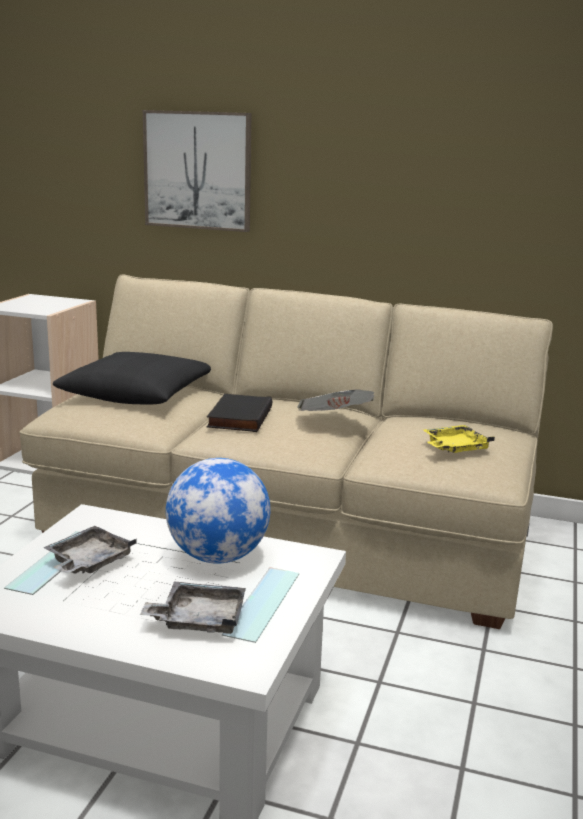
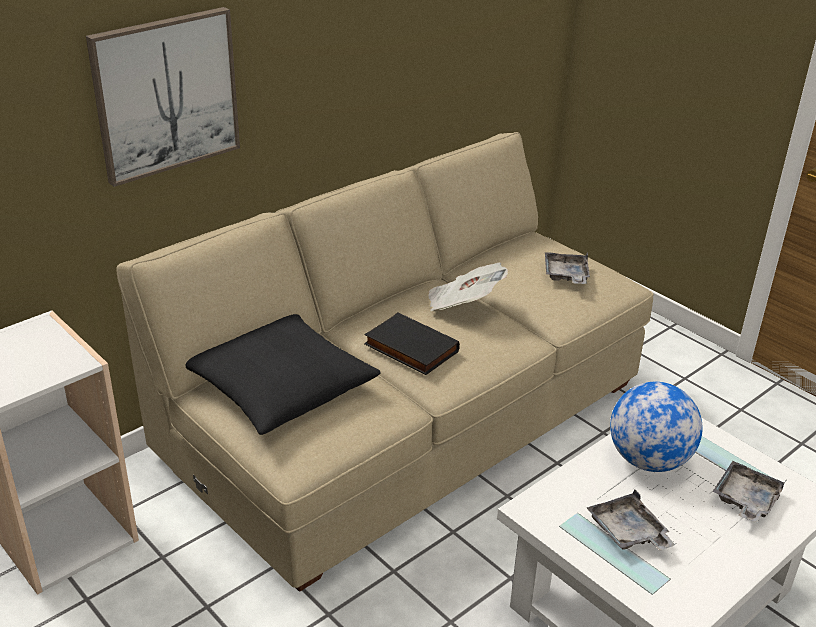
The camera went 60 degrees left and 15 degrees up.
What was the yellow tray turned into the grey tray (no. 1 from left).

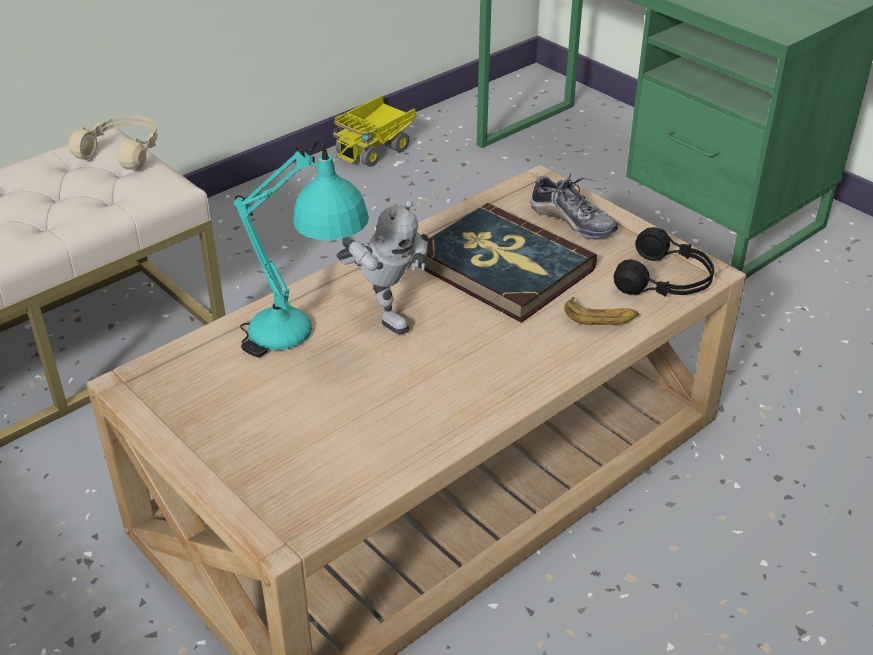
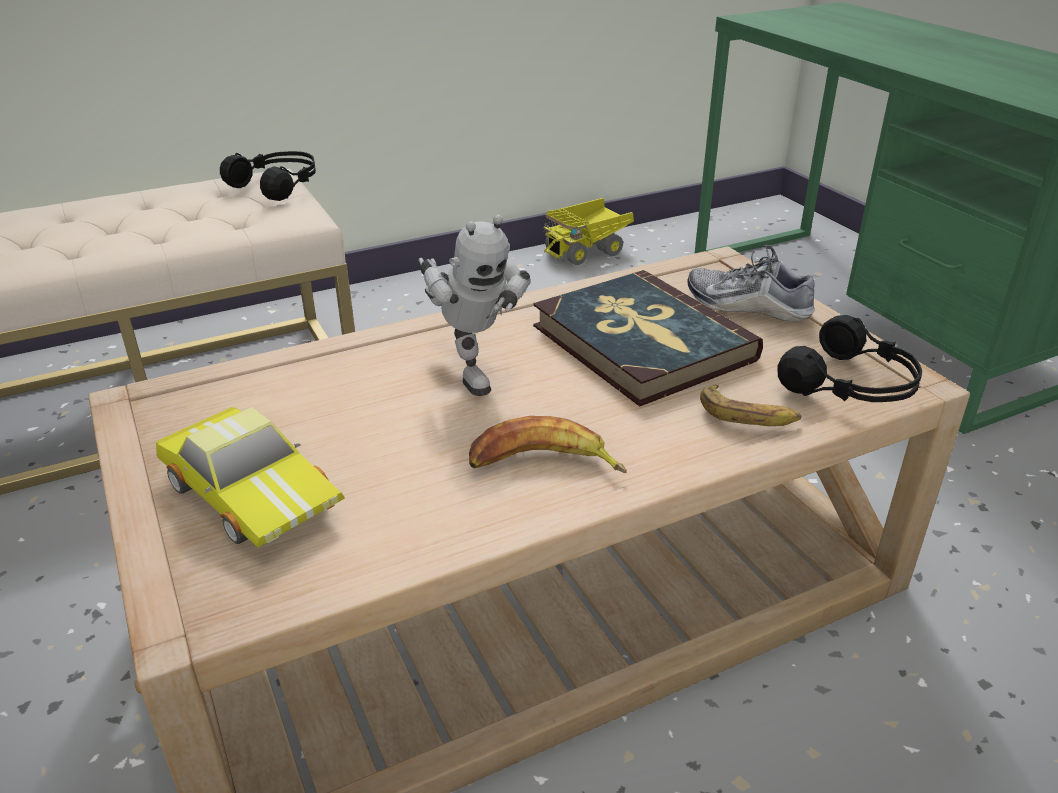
The camera went 15 degrees right and 5 degrees down.
What was the beige headphones turned into the black headphones (no. 1 from left).
The second view lost the turquoise table lamp.
The shoe ended up facing another way, 150 degrees clockwise from before.
The second view gained the toy car.
The second view gained the banana (no. 1 from left).

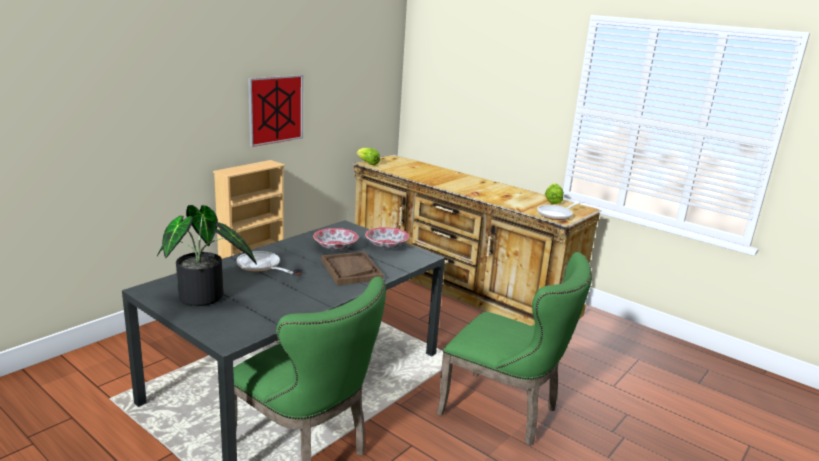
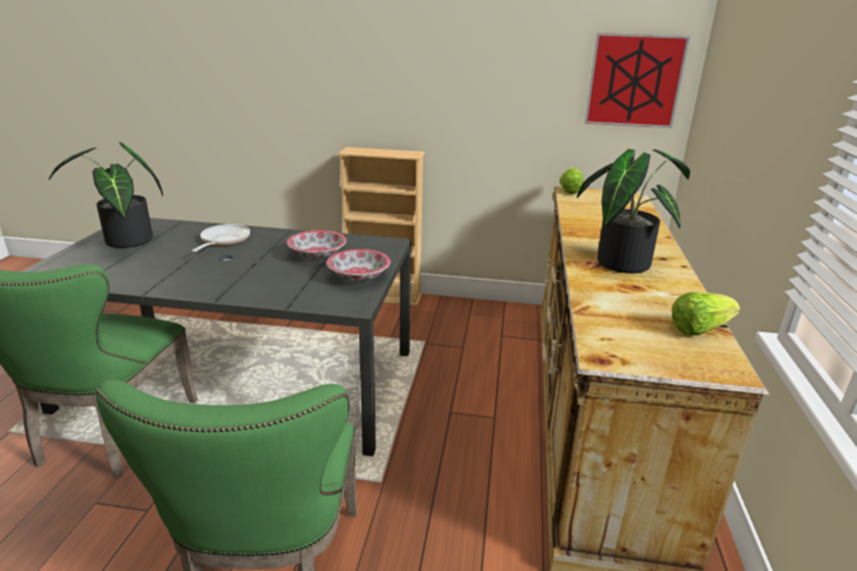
The camera went 60 degrees right and 5 degrees up.
The picture ended up elsewhere.
The second view lost the brown tray.
The second view lost the frying pan (no. 2 from left).
The second view gained the potted plant (no. 2 from left).

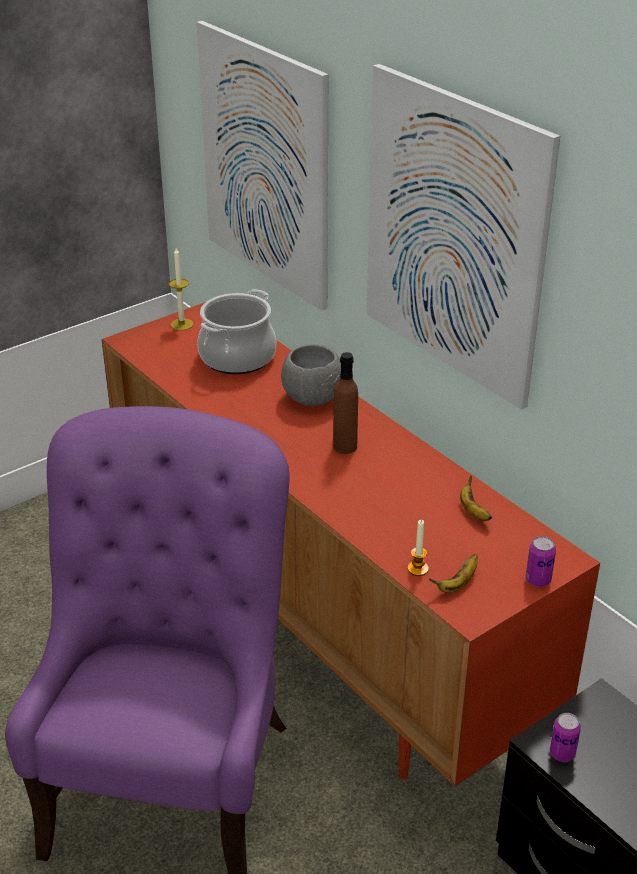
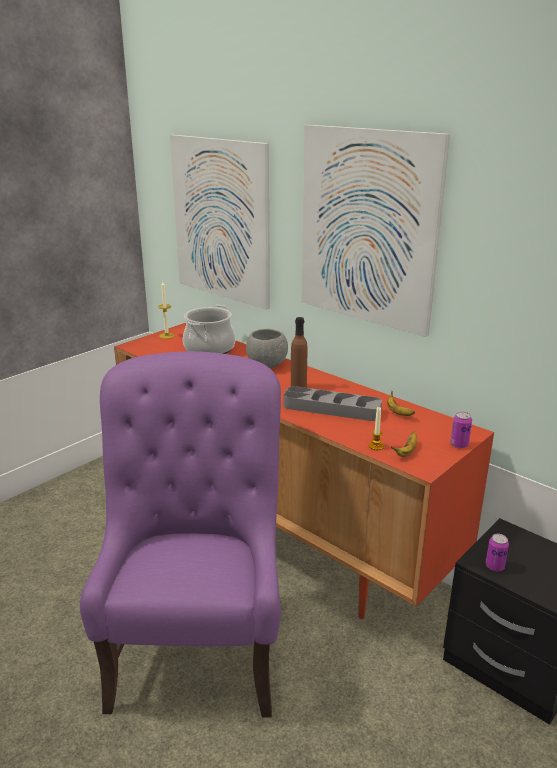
The camera went 10 degrees left and 10 degrees down.
The second view gained the grey tray.

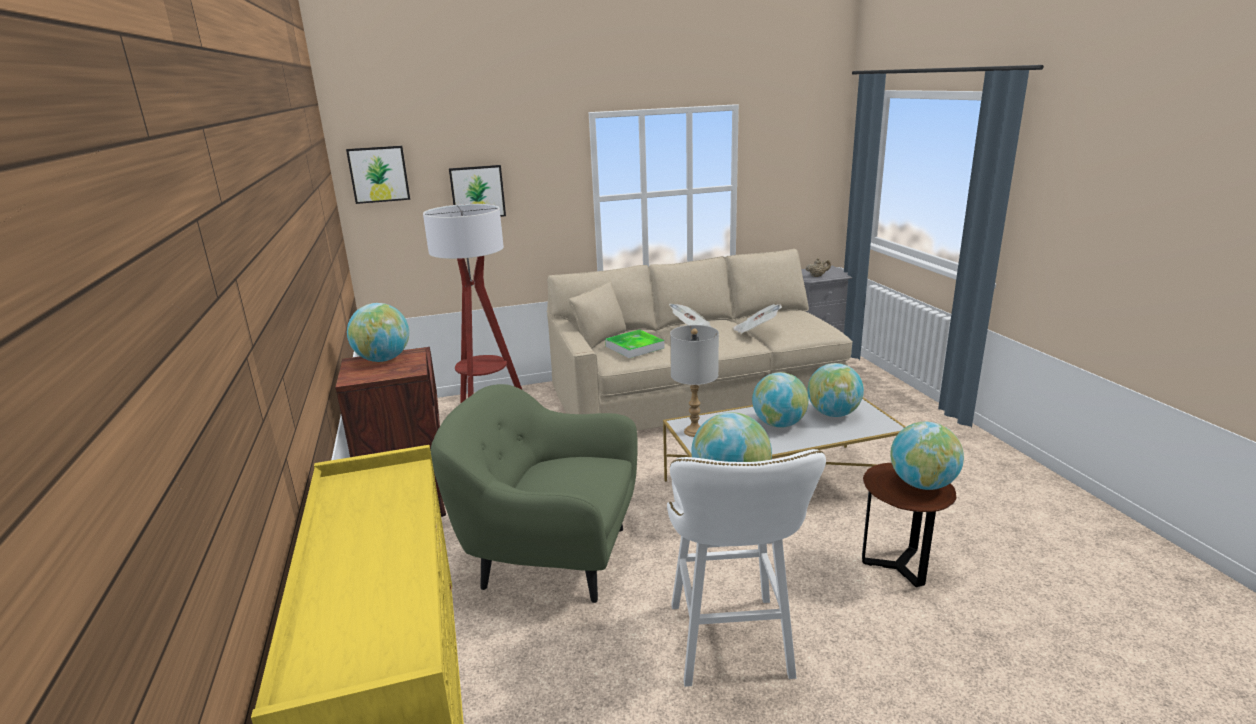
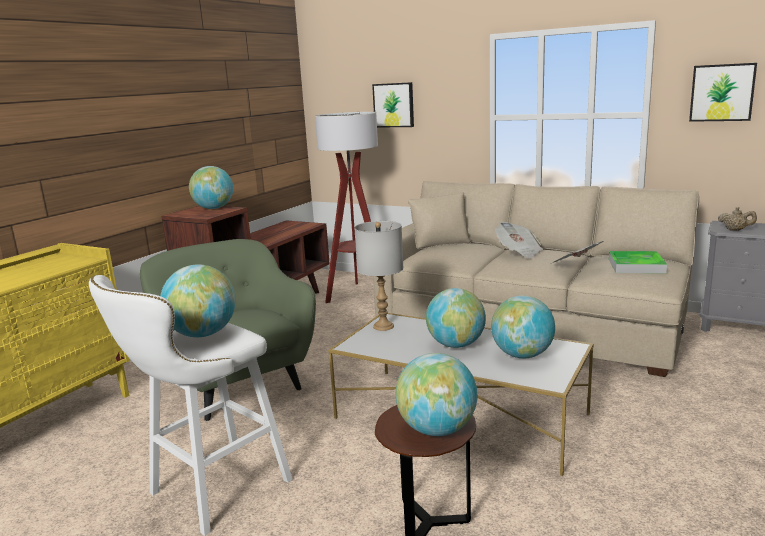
The camera went 45 degrees right and 5 degrees down.
The picture (no. 1 from left in the first image) ended up elsewhere.
The tray ended up elsewhere.

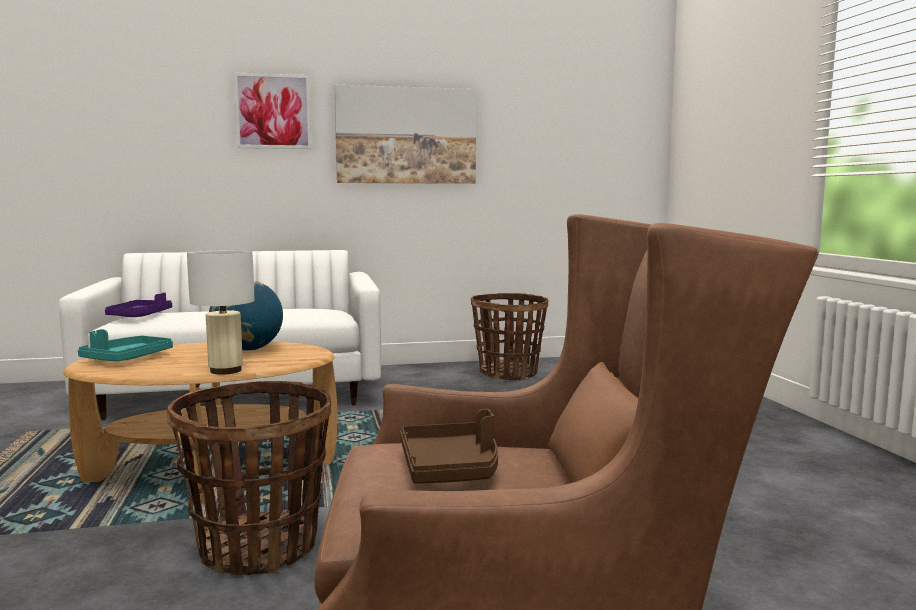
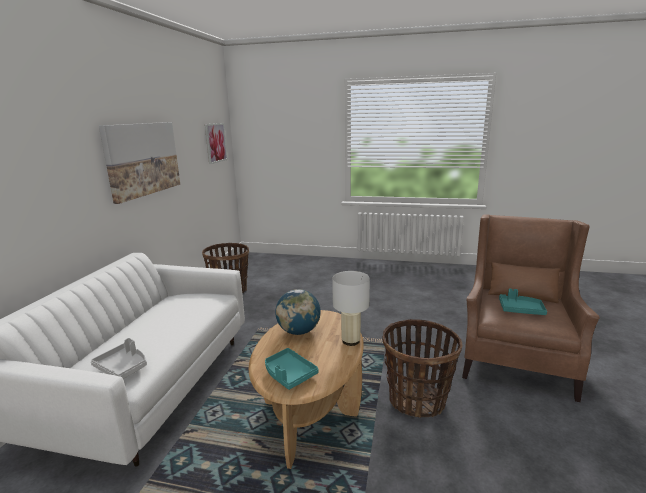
The camera went 65 degrees left and 10 degrees up.
What was the purple tray turned into the grey tray.
The picture (no. 1 from left in the first image) ended up elsewhere.
What was the brown tray turned into the turquoise tray (no. 2 from left).

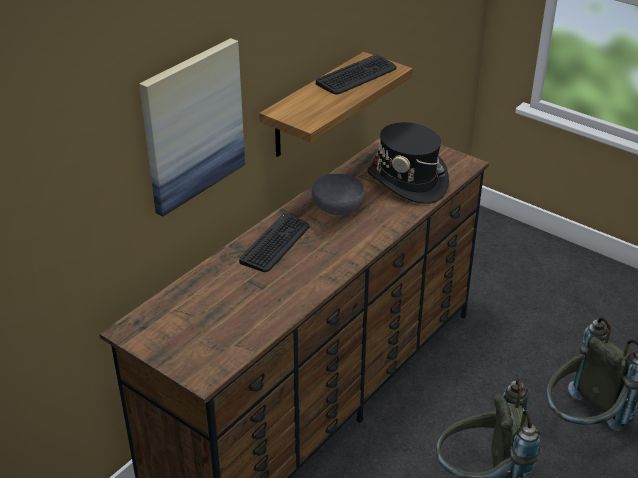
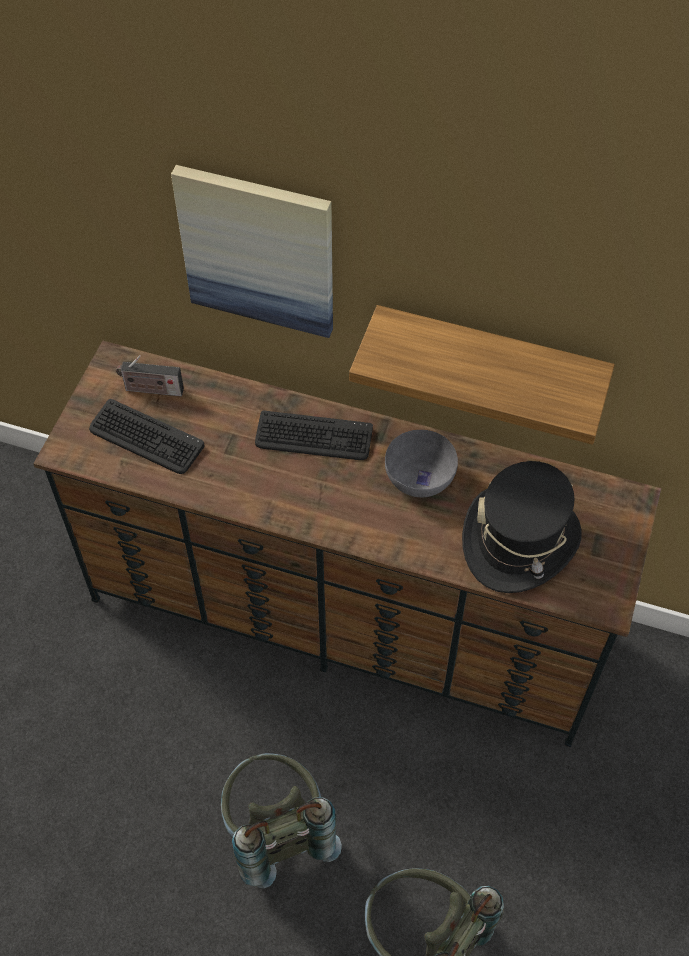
The camera went 70 degrees right and 20 degrees up.
The keyboard (no. 2 from left in the first image) ended up elsewhere.
The second view gained the radio.

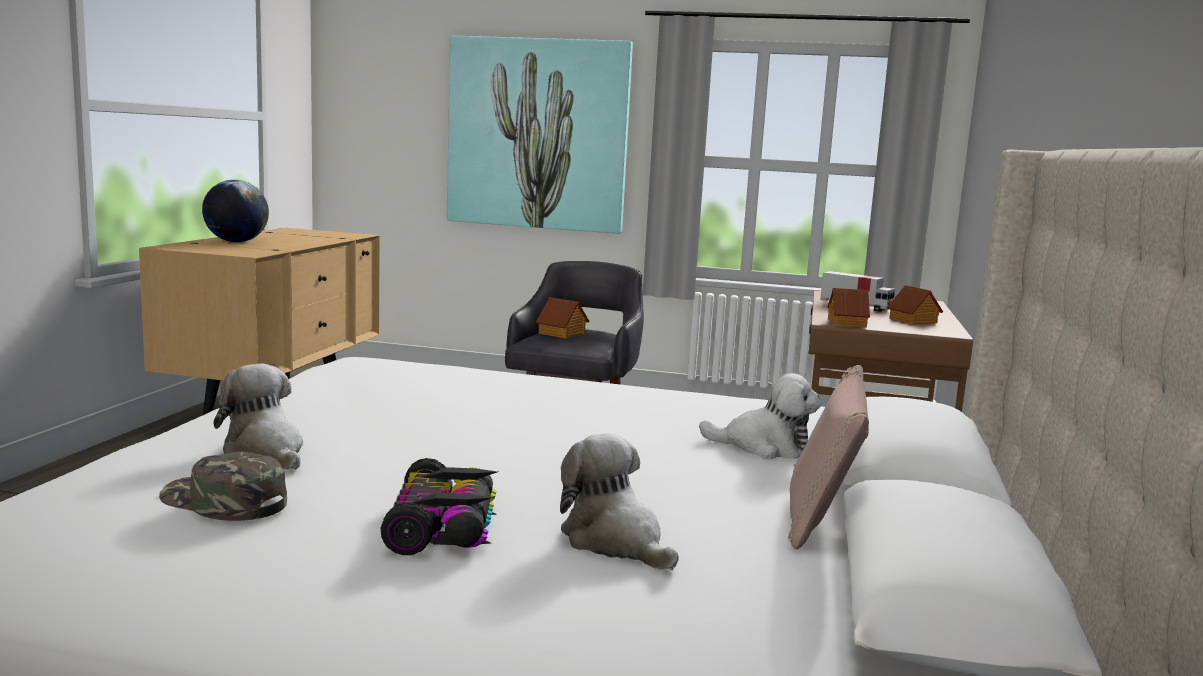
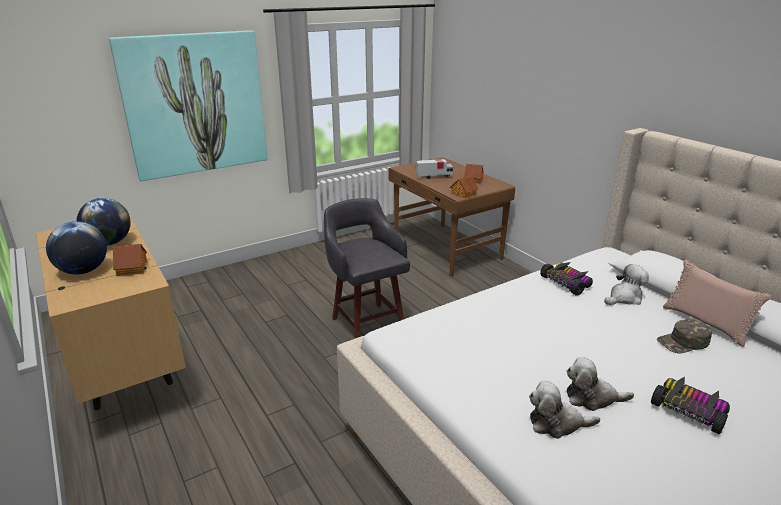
The camera went 45 degrees left and 15 degrees up.
The green cap ended up elsewhere.
The toy house (no. 1 from left) ended up elsewhere.
The plush toy (no. 2 from left) ended up elsewhere.
The second view gained the globe (no. 2 from left).
The second view gained the toy car (no. 1 from left).

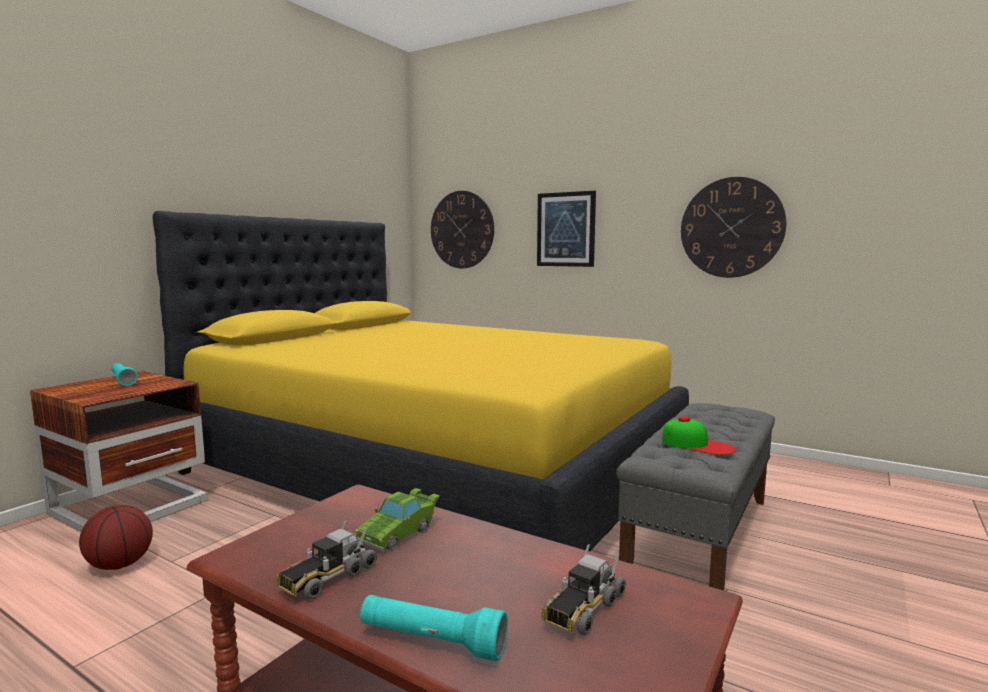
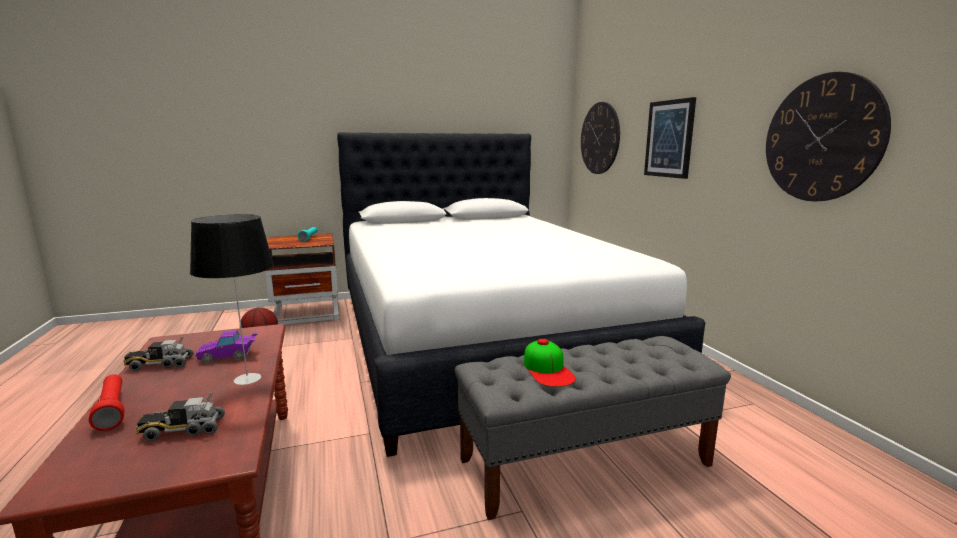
The camera went 40 degrees right and 5 degrees up.
What was the yellow bed turned into the white bed.
What was the green toy car turned into the purple toy car.
What was the turquoise flashlight (no. 2 from left) turned into the red flashlight.
The second view gained the table lamp.

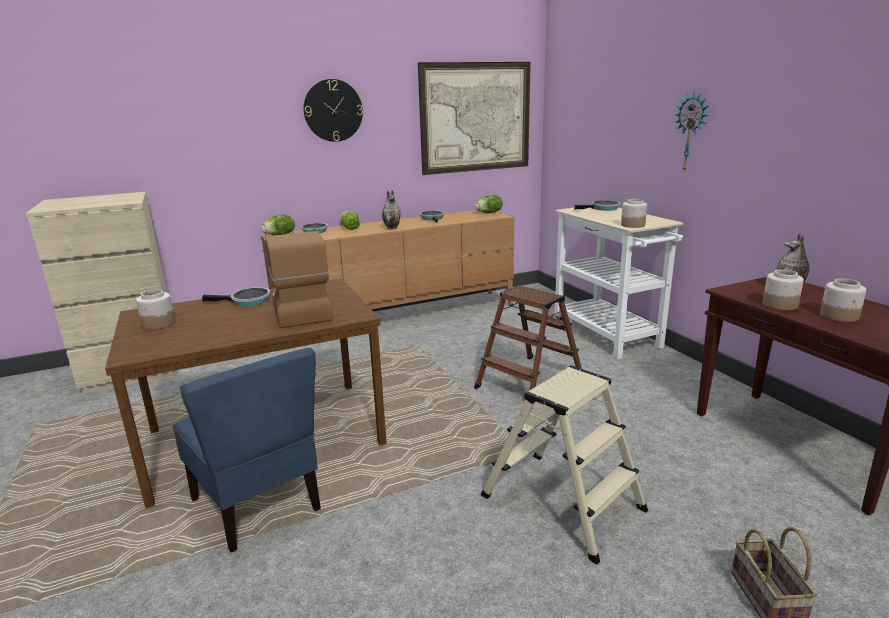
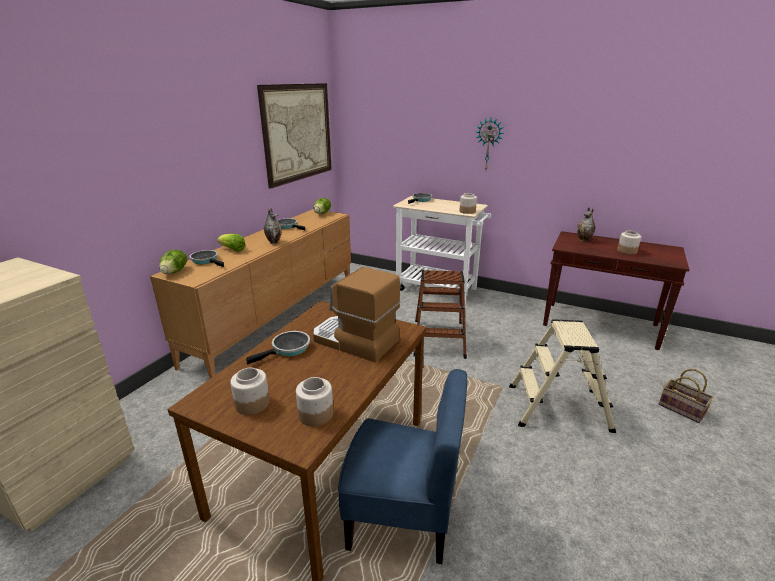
The camera went 40 degrees left and 5 degrees up.
The second view lost the wall clock (no. 1 from left).
The jar (no. 3 from left in the first image) ended up elsewhere.

